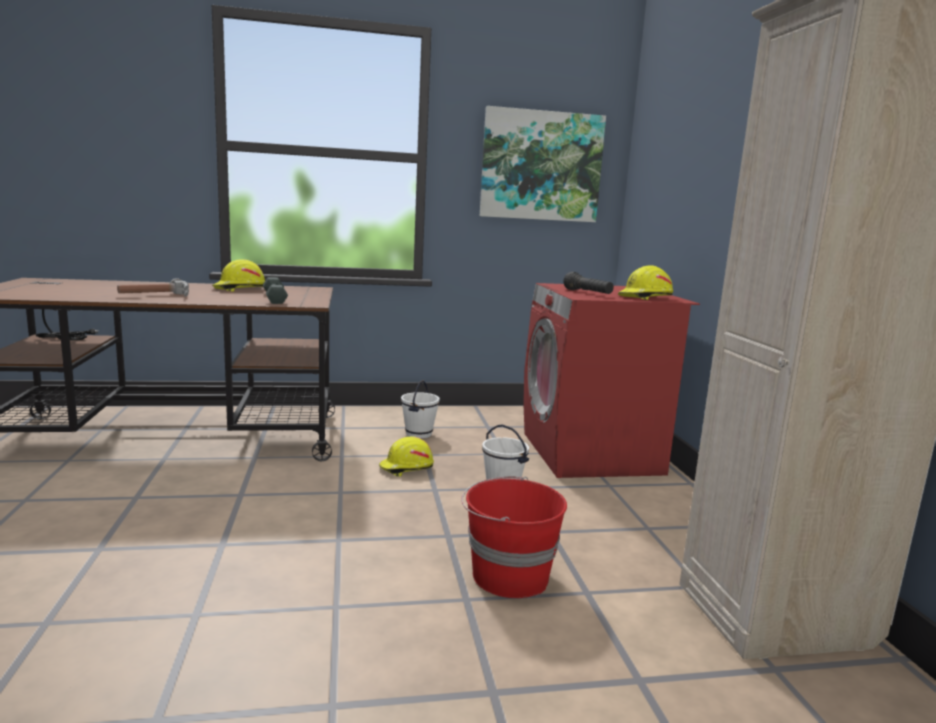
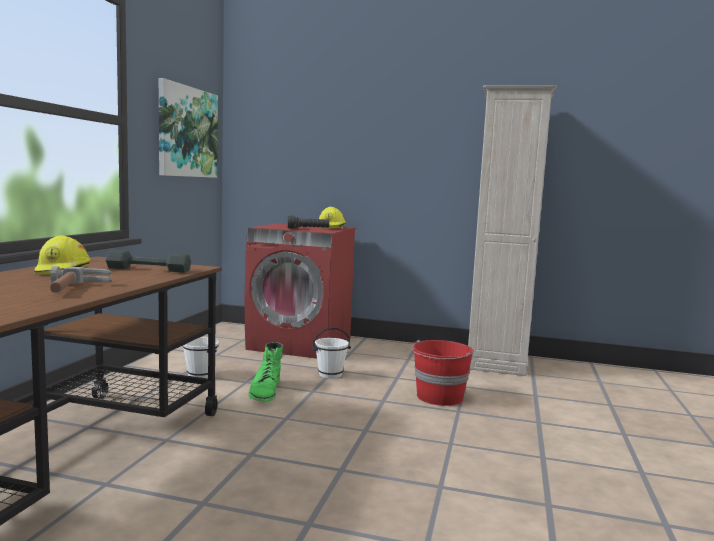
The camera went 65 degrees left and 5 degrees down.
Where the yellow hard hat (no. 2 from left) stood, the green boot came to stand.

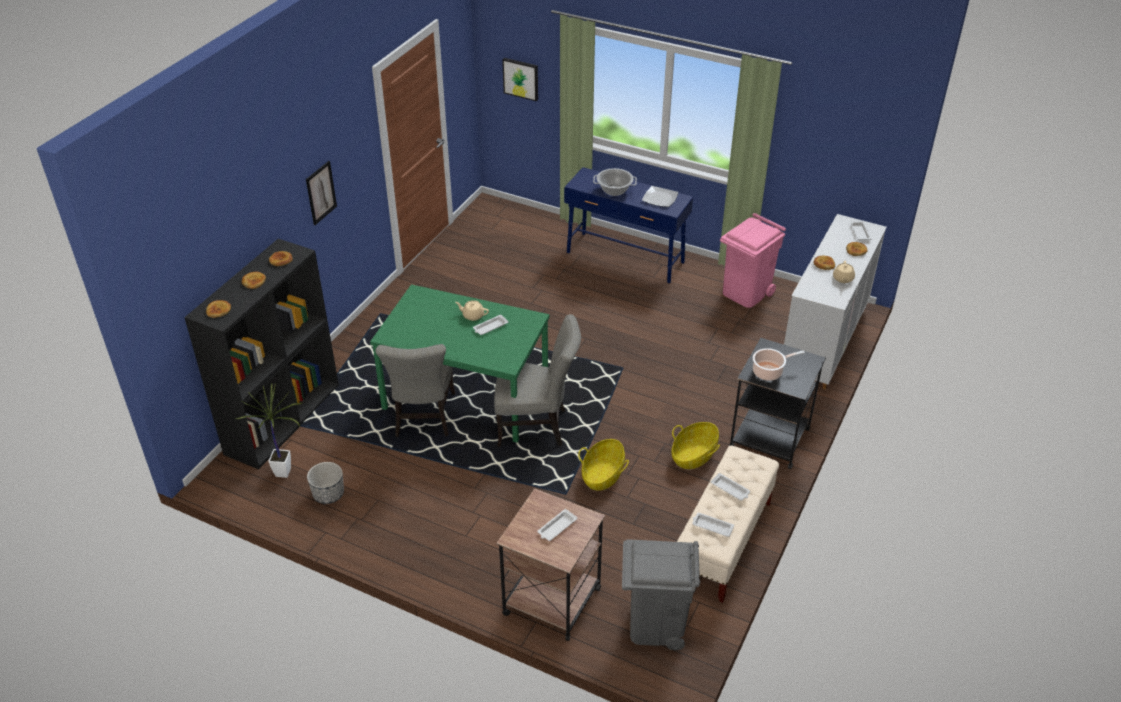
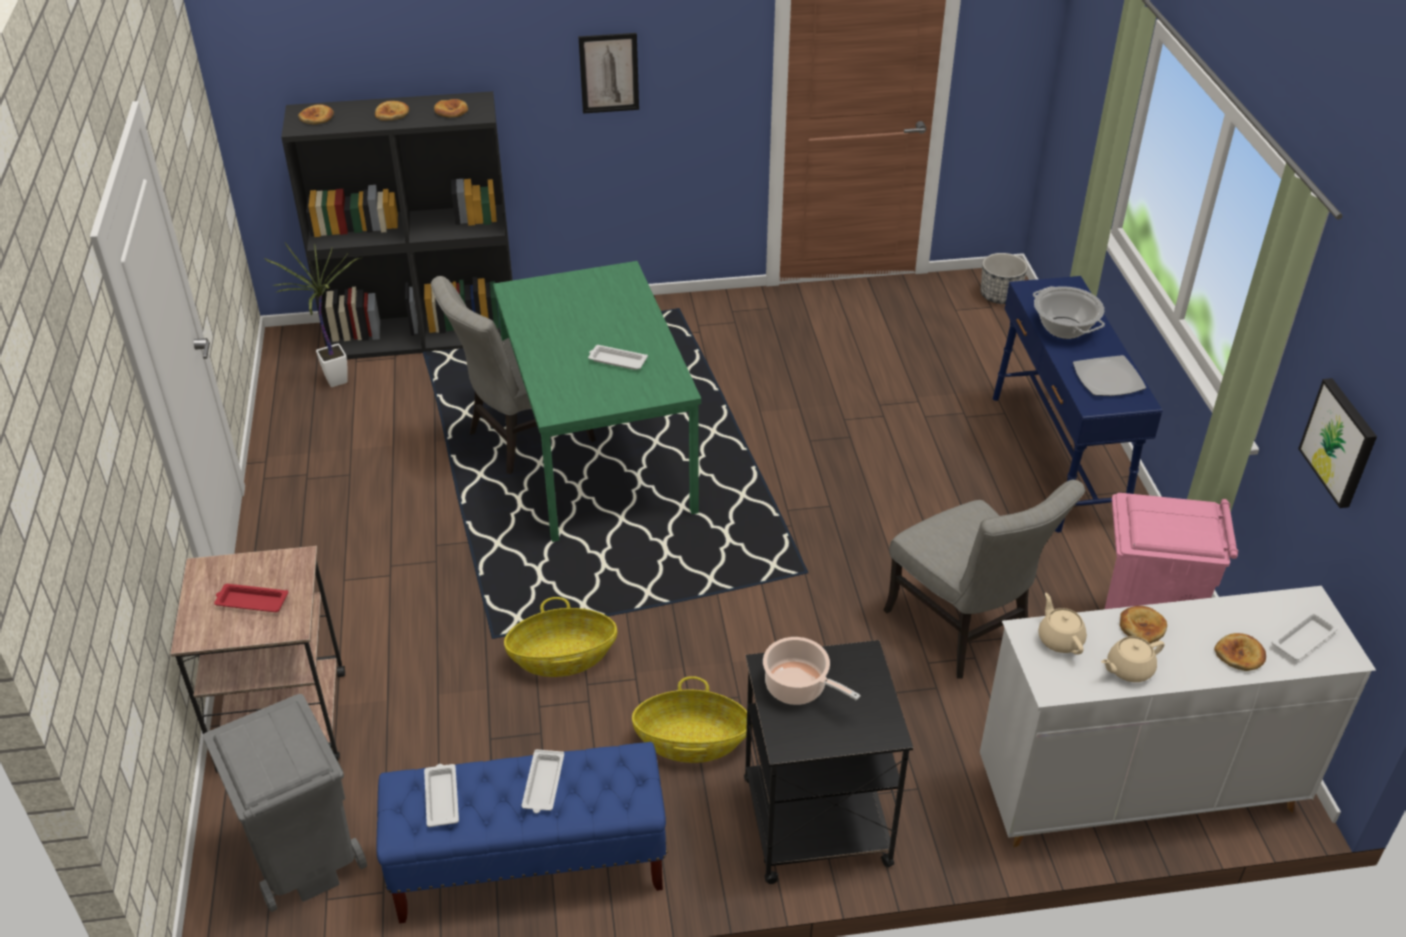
The camera went 55 degrees right and 0 degrees up.
The planter ended up elsewhere.
The beige teapot (no. 1 from left) ended up elsewhere.
The grey chair (no. 2 from left) ended up elsewhere.
The picture (no. 2 from left) ended up elsewhere.
What was the white tray (no. 2 from left) turned into the red tray.
What was the beige bench turned into the blue bench.

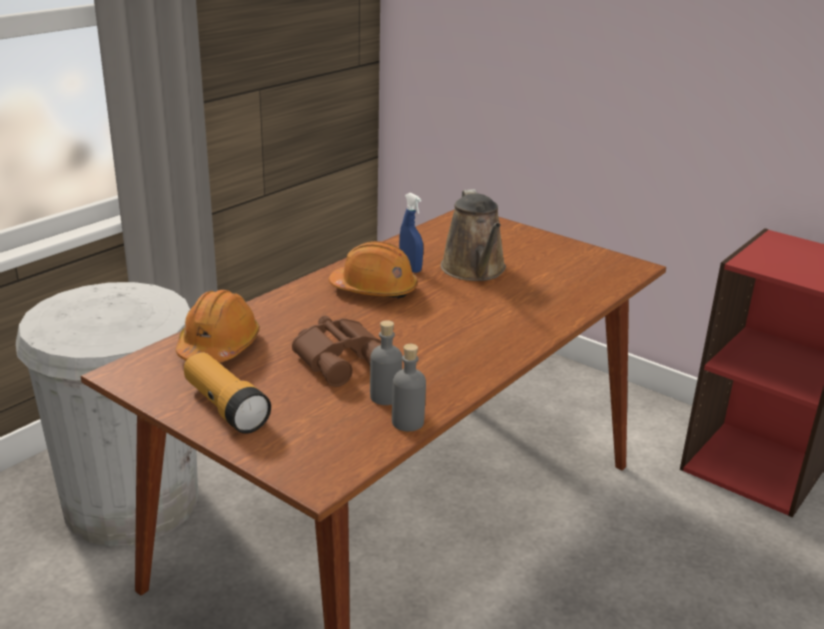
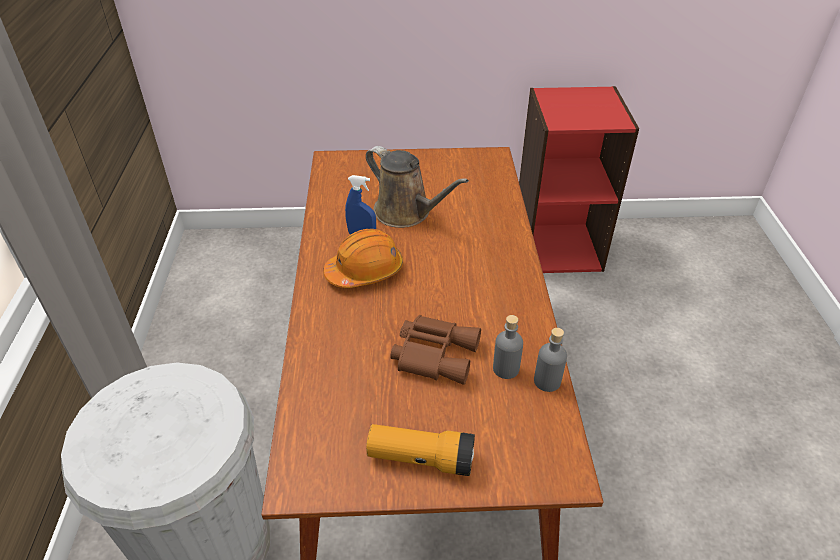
The camera went 40 degrees left and 15 degrees up.
The second view lost the orange hard hat (no. 1 from left).

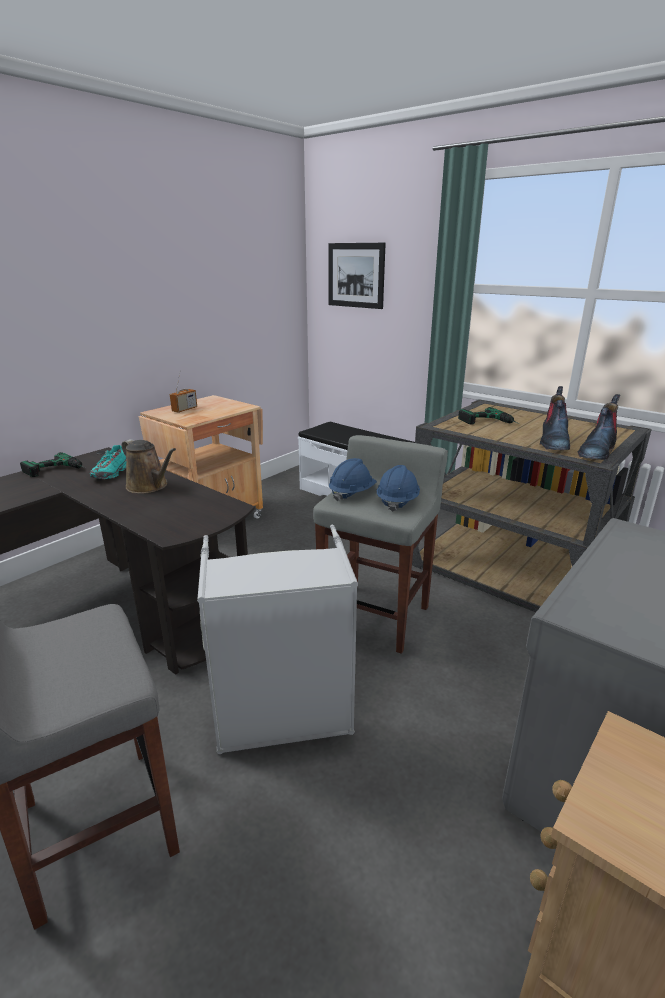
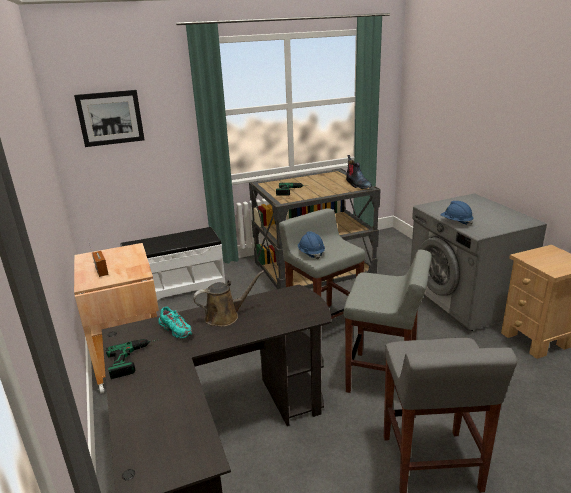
The camera went 60 degrees left and 0 degrees up.
Where the grey laundry basket stood, the grey stool (no. 2 from left) came to stand.
The blue hard hat (no. 2 from left) ended up elsewhere.
The second view lost the boot (no. 1 from left).

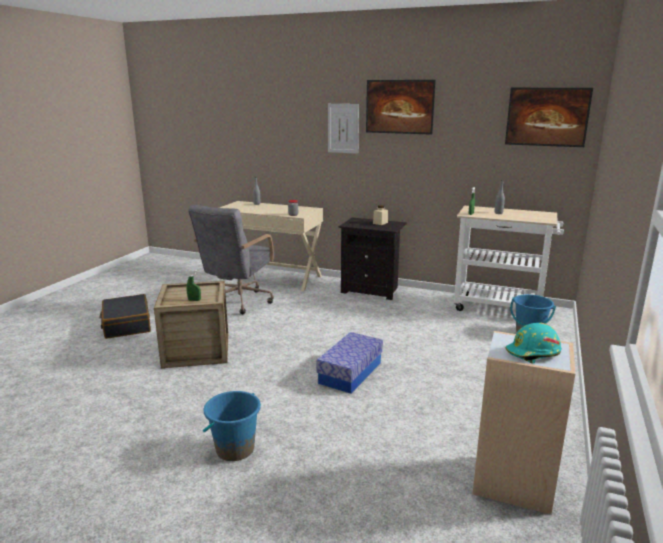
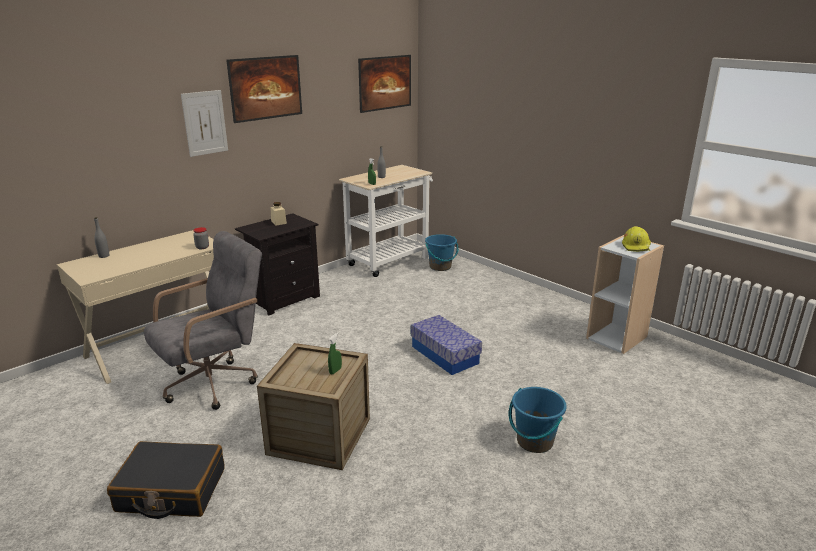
The camera went 65 degrees left and 5 degrees up.
The grey office chair ended up facing another way, 90 degrees counterclockwise from before.
What was the turquoise hard hat turned into the yellow hard hat.

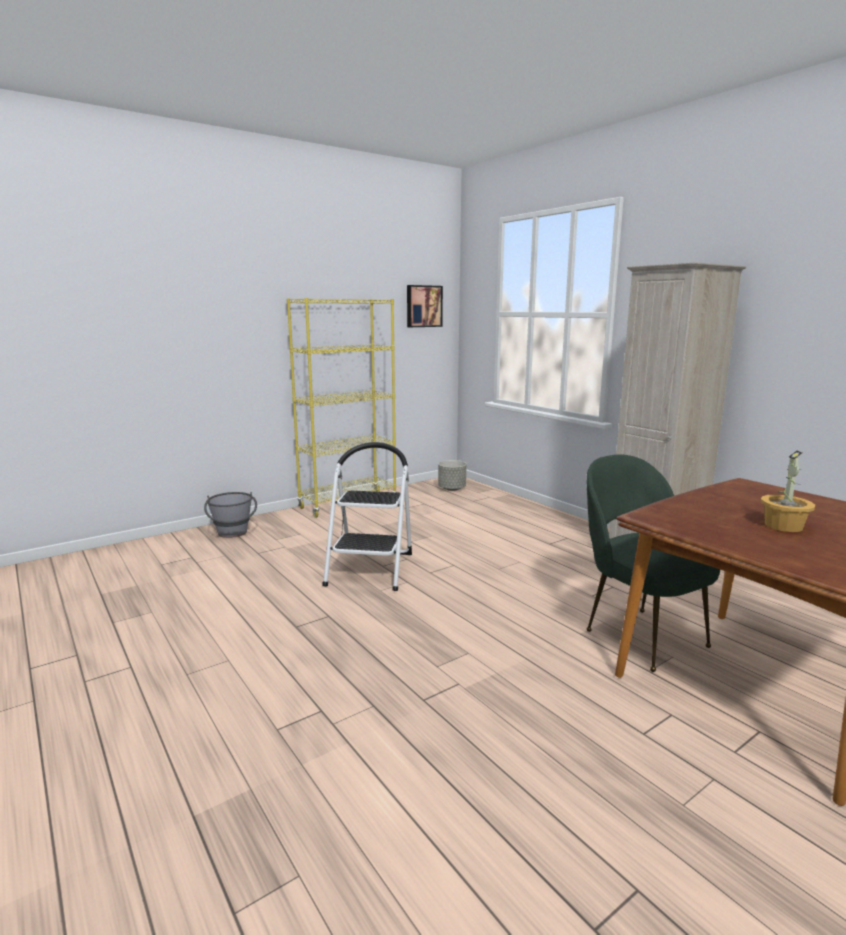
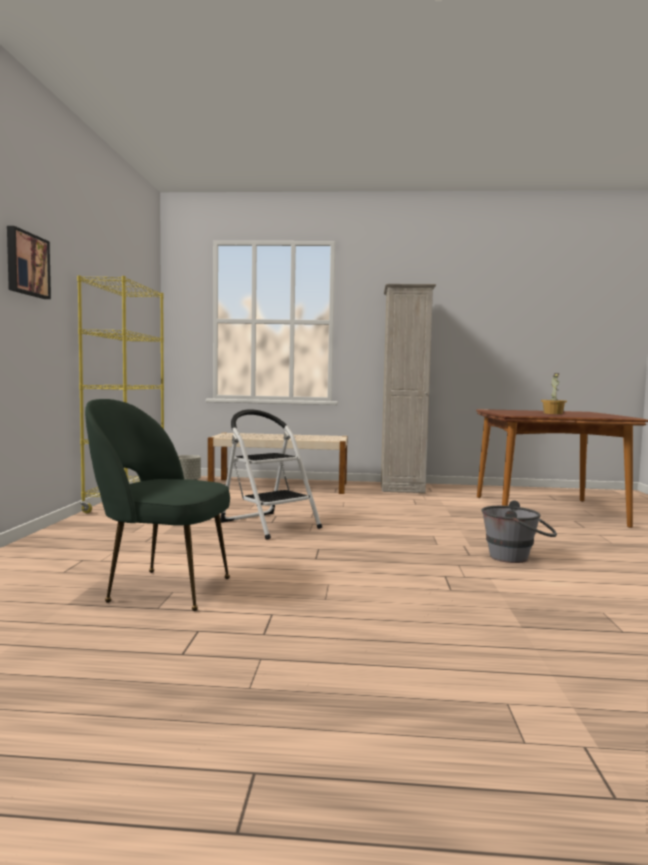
The camera went 50 degrees left and 10 degrees down.
The grey bucket ended up elsewhere.
The picture ended up elsewhere.
The green chair ended up elsewhere.
The second view gained the beige bench.

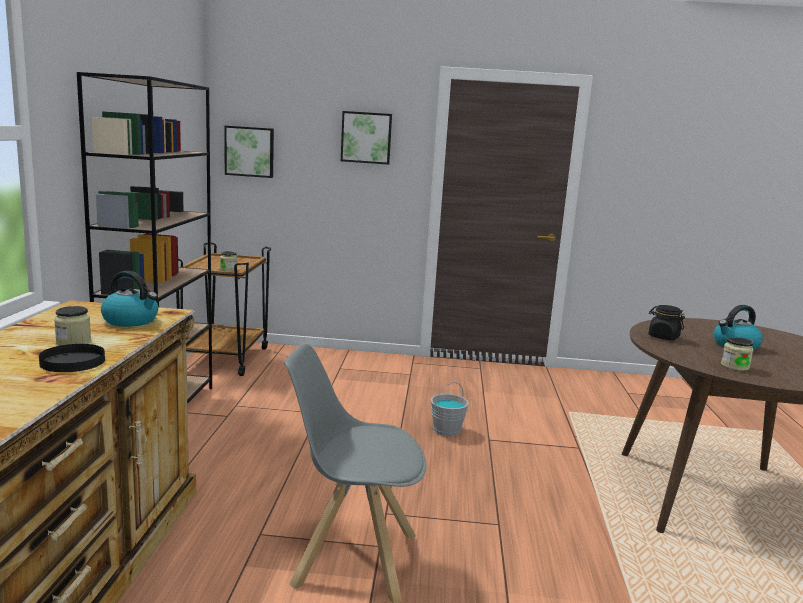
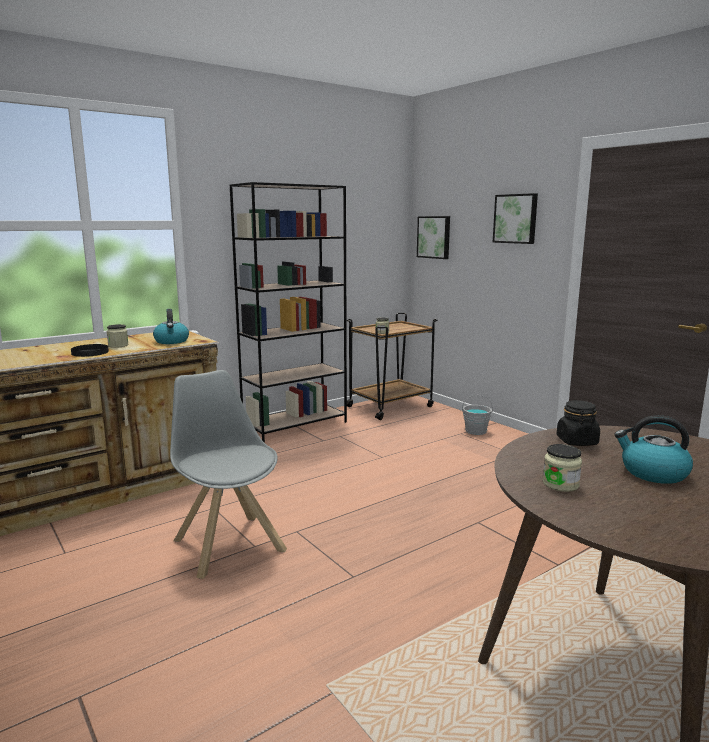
The camera went 50 degrees right and 0 degrees up.
The grey bucket ended up elsewhere.

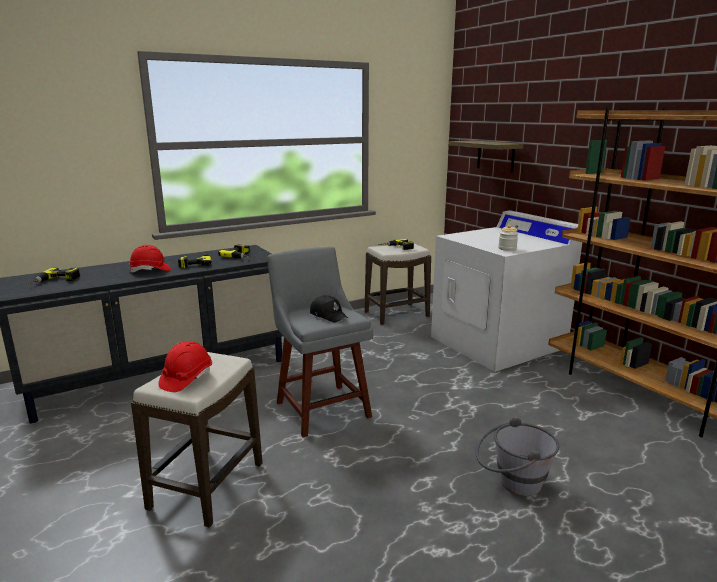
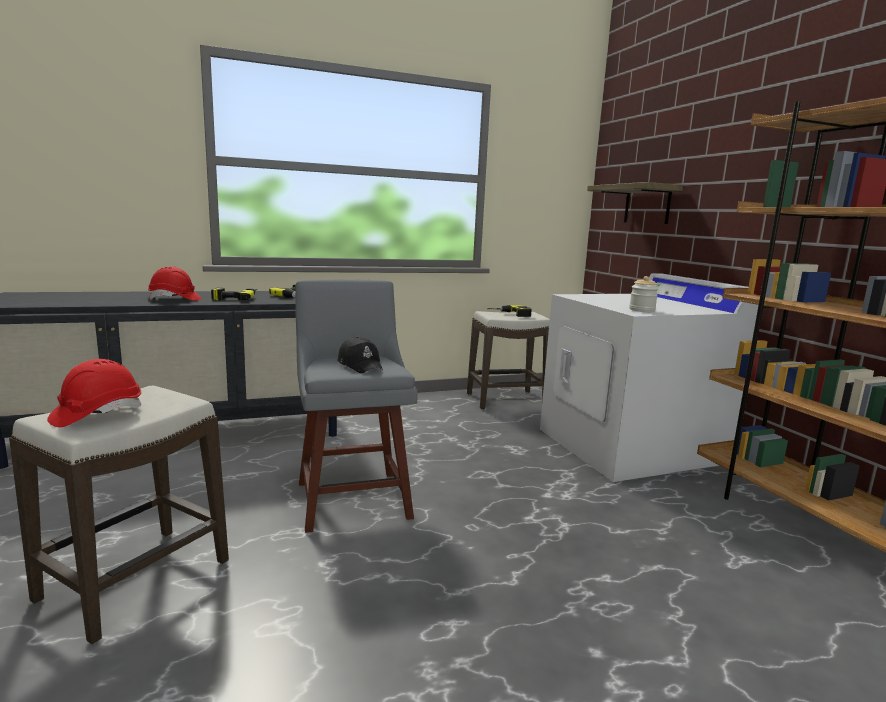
The camera went 10 degrees right and 5 degrees down.
The second view lost the power drill (no. 1 from left).
The second view lost the grey bucket.

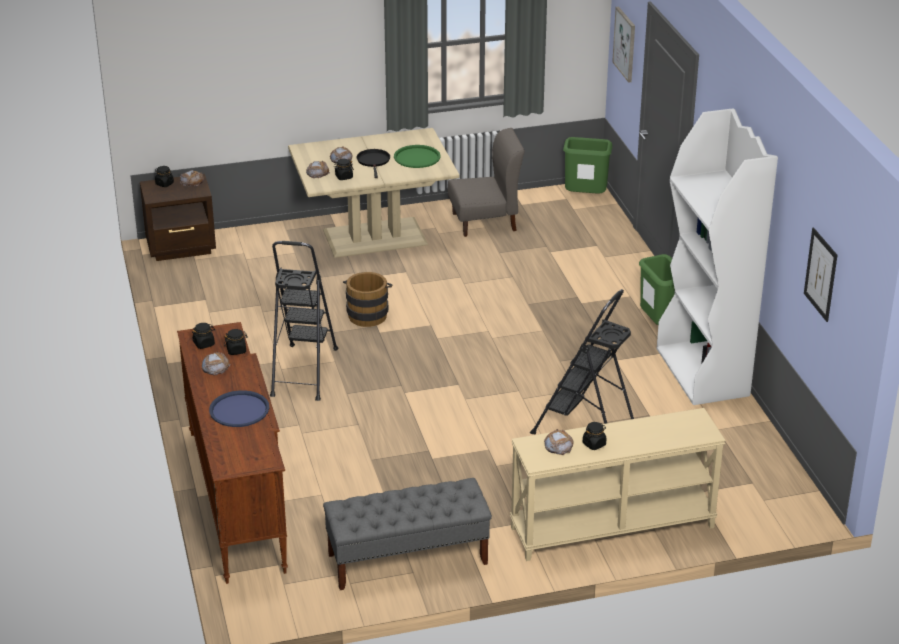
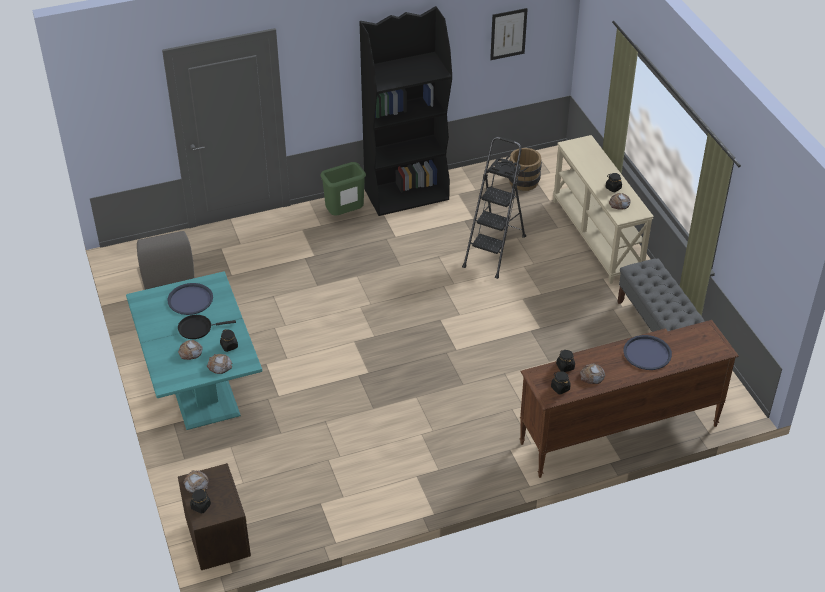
The camera went 95 degrees left and 10 degrees up.
The second view lost the step ladder (no. 1 from left).
What was the beige dining table turned into the turquoise dining table.
The brown bucket ended up elsewhere.
What was the green tray turned into the blue tray (no. 1 from left).
The second view lost the green trash can (no. 1 from left).
The second view lost the picture (no. 1 from left).
What was the white bookcase turned into the black bookcase.

